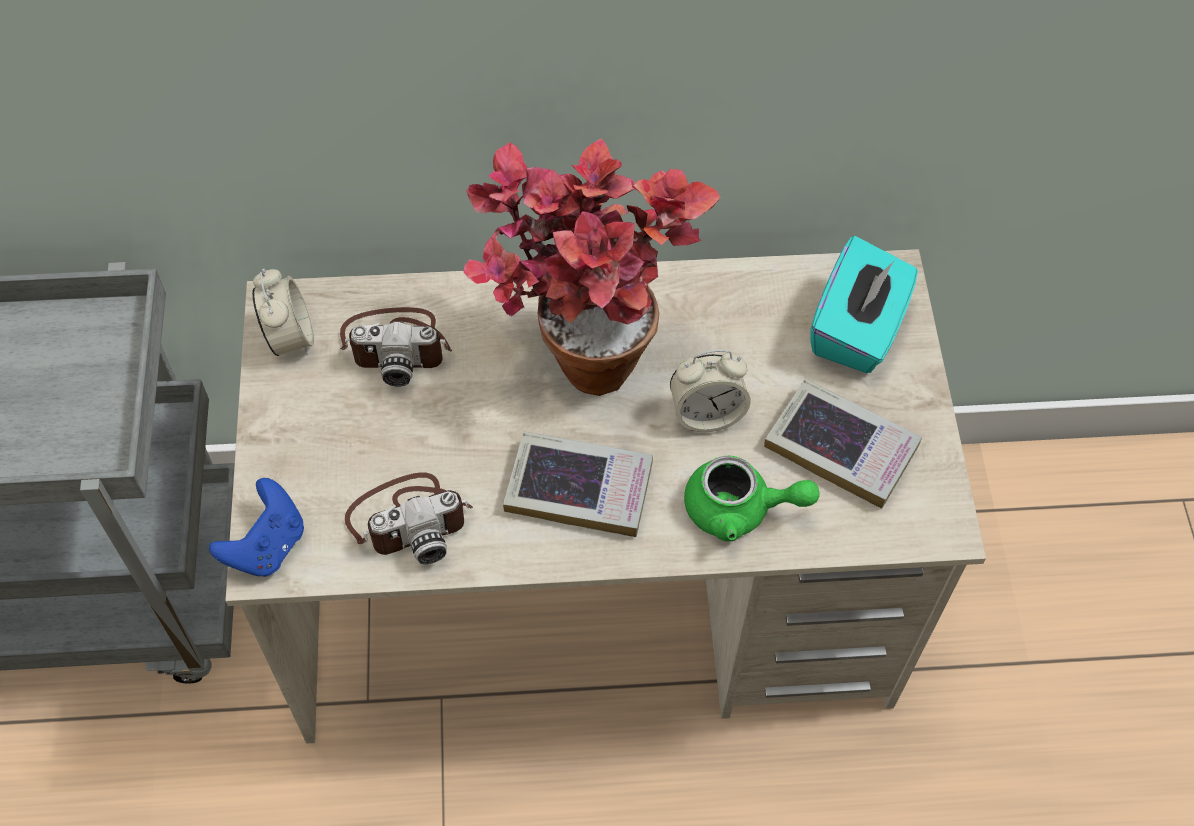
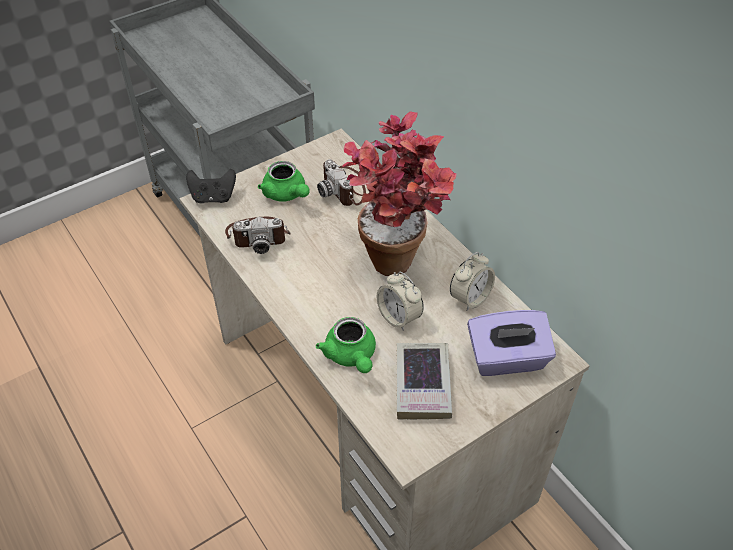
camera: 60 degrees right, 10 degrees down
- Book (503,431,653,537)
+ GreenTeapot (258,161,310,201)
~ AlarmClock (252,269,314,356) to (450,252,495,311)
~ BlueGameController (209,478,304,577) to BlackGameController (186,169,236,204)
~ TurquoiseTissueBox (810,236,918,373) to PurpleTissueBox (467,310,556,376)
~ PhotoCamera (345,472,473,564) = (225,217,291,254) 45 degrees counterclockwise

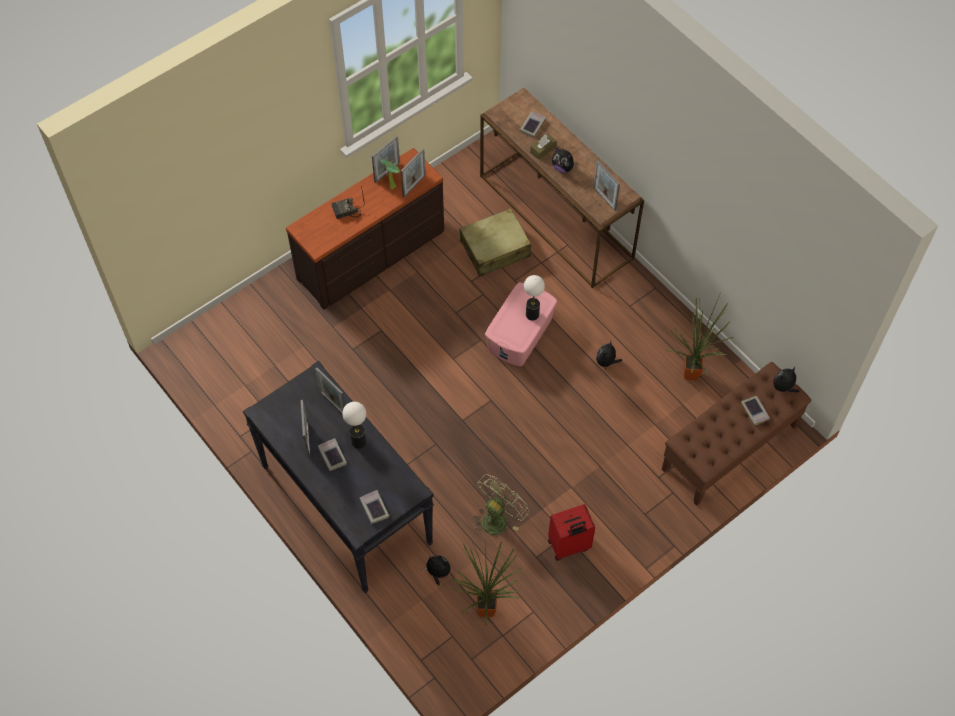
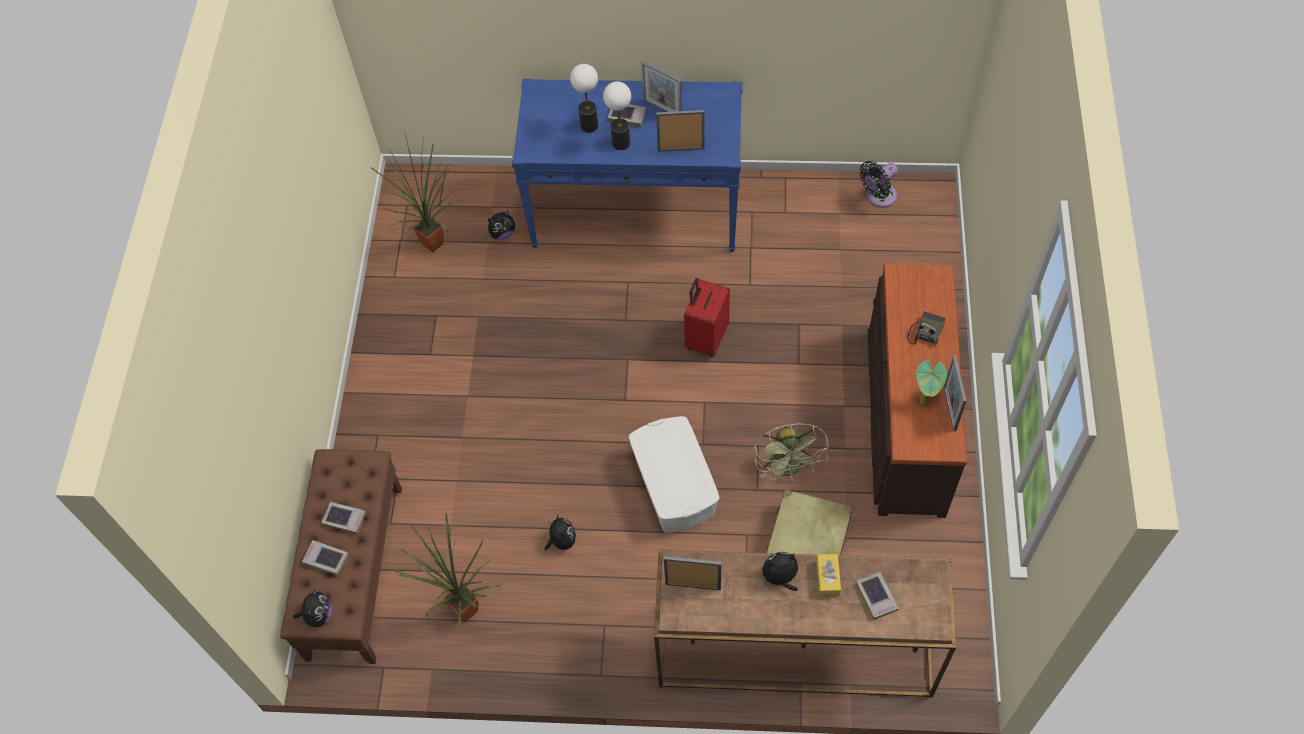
camera: 135 degrees right, 0 degrees up
- PictureFrame (401,148,426,197)
+ BlackFan (859,161,898,208)
~ Book (360,490,389,524) to (321,502,366,534)
~ GreenFan (474,474,529,535) to (753,423,829,480)
~ TableLamp (524,275,545,321) to (570,64,598,133)
~ RedSuitcase (548,504,595,561) to (684,278,730,357)
~ BlackConsoleTable (243,361,434,593) to BlueConsoleTable (512,79,743,252)
~ PinkStorageBox (485,282,557,366) to WhiteStorageBox (629,416,720,533)
~ BrownTissueBox (530,134,557,160) to YellowTissueBox (816,554,841,597)

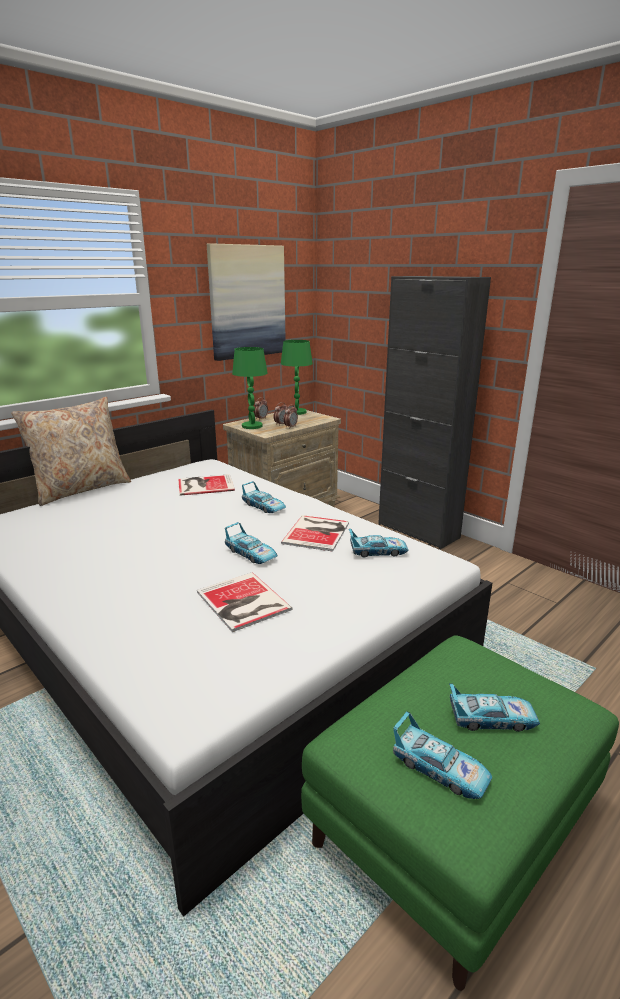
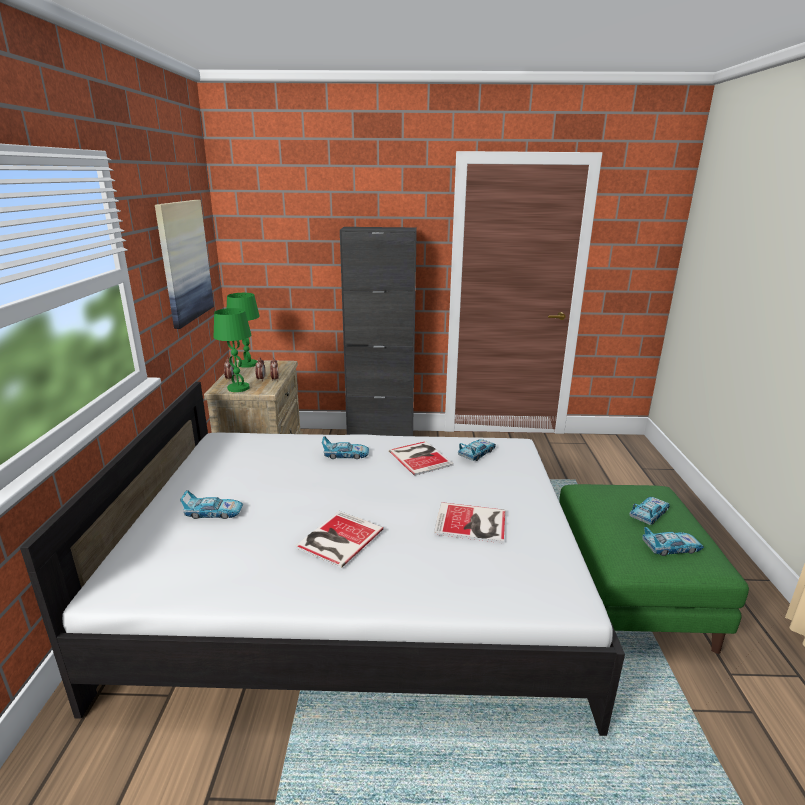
camera: 45 degrees left, 0 degrees up
- BeigePillow (11,397,131,506)
~ Book (178,474,235,496) to (295,511,383,568)
~ ToyCar (225,522,278,564) to (180,490,243,519)

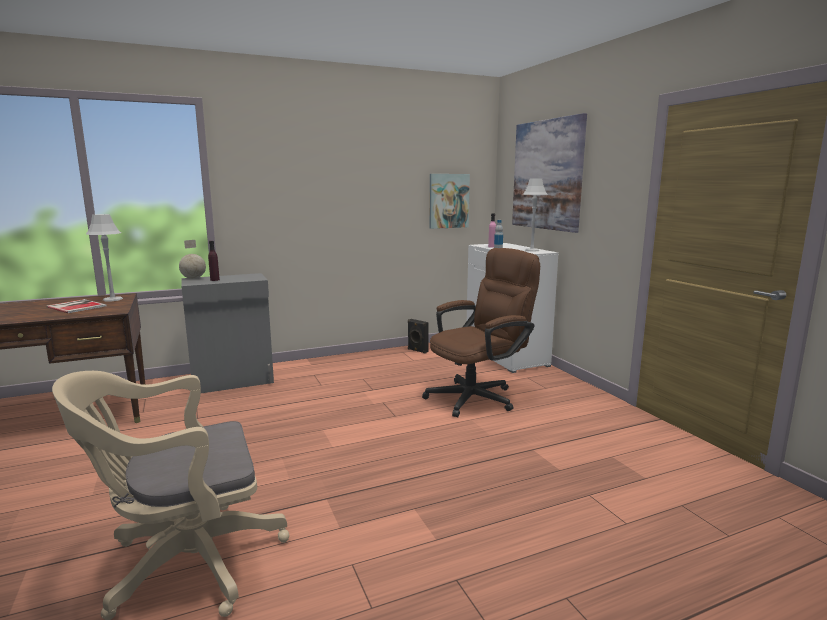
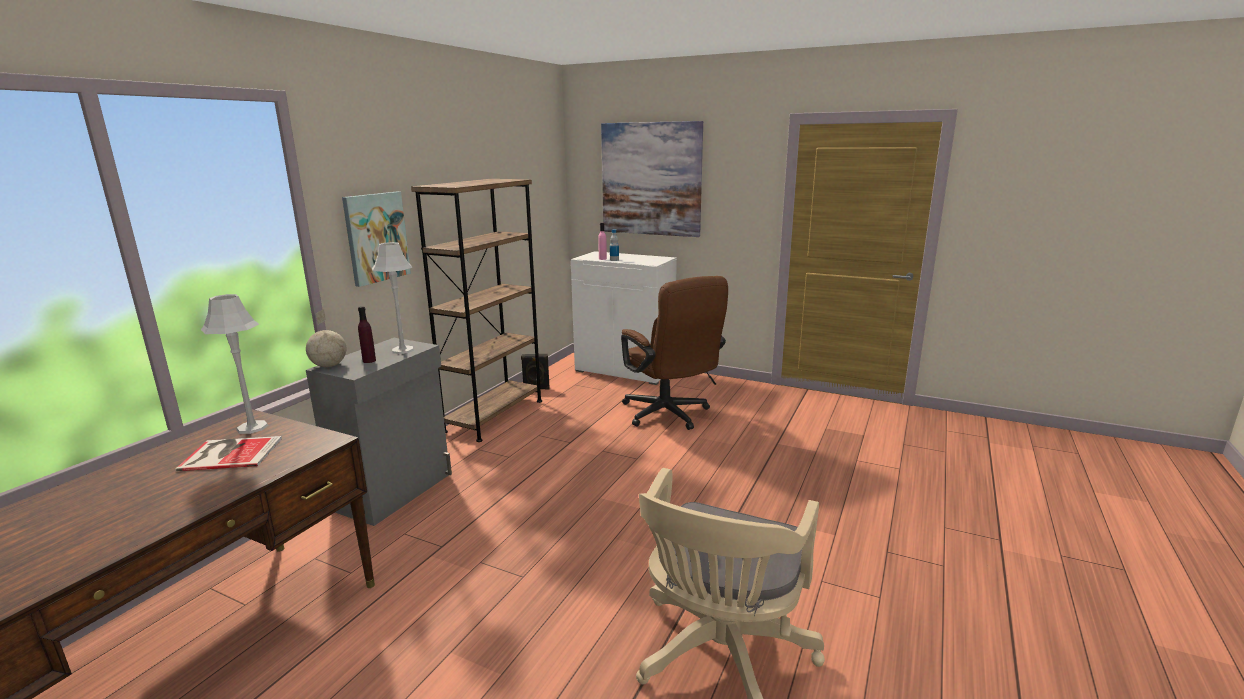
camera: 40 degrees left, 5 degrees up
+ BrownBookcase (411,179,542,442)
~ Picture (429,174,470,229) to (342,192,411,287)
~ GreyTableLamp (523,179,548,252) to (372,242,414,354)
~ BrownOfficeChair (422,248,540,417) = (621,276,728,430) 135 degrees clockwise

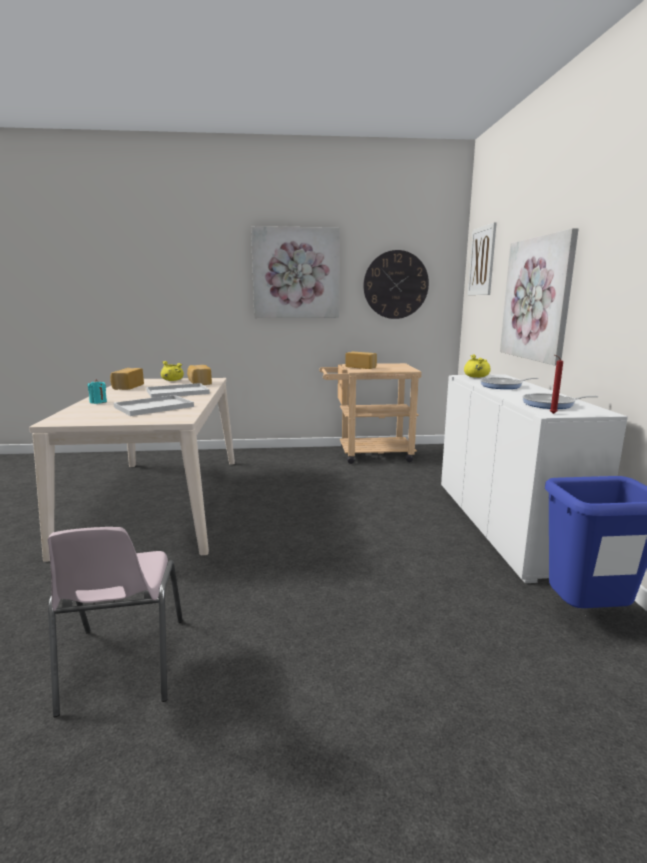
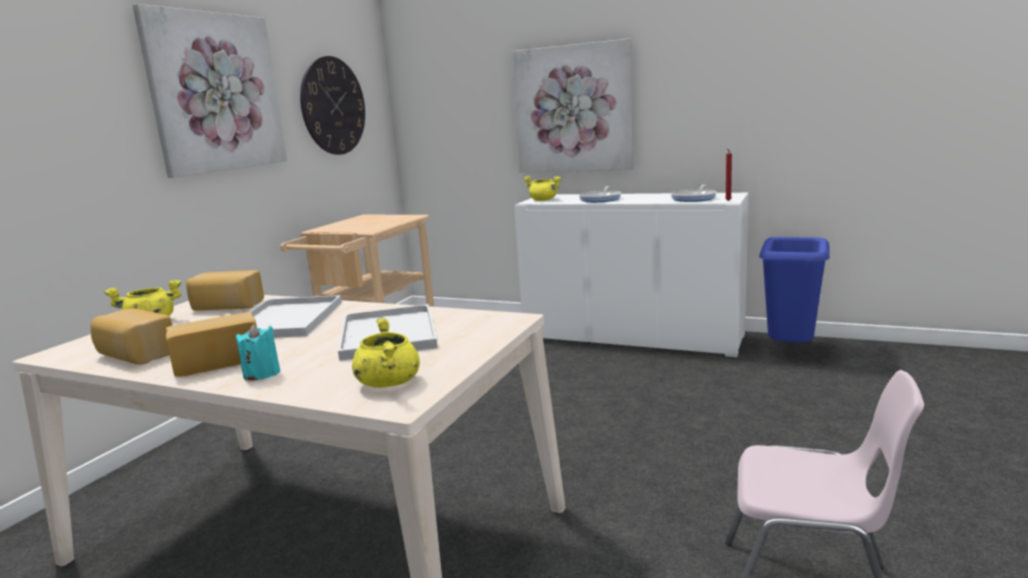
camera: 60 degrees left, 0 degrees up
- Picture (467,222,497,295)
+ YellowCookingPot (352,318,420,388)
~ Bread (345,352,377,369) to (166,312,257,377)

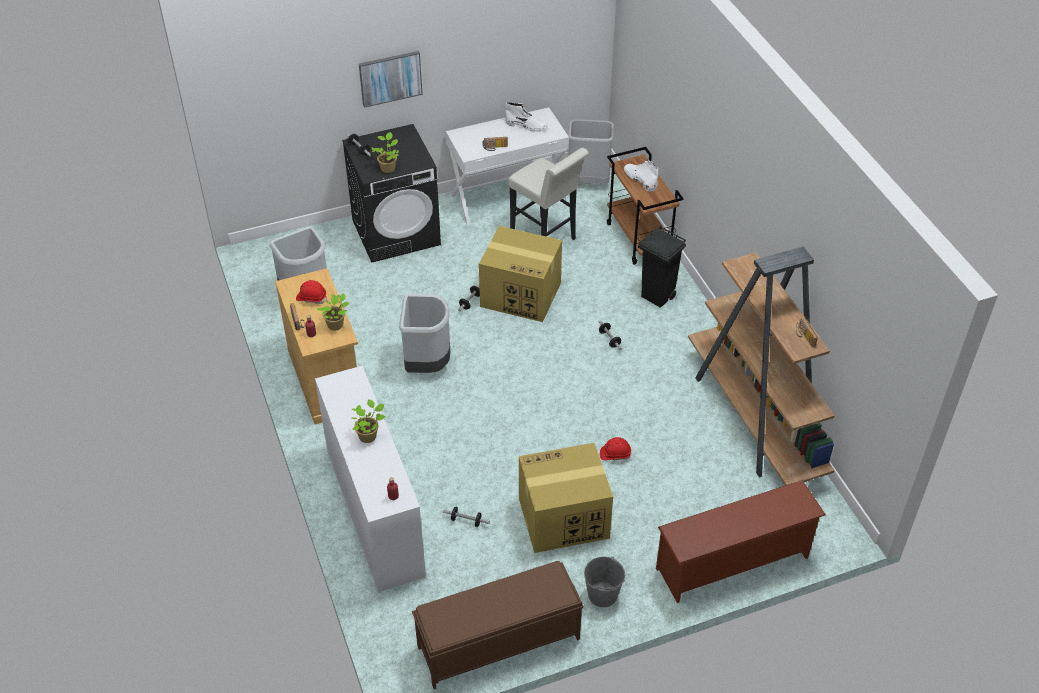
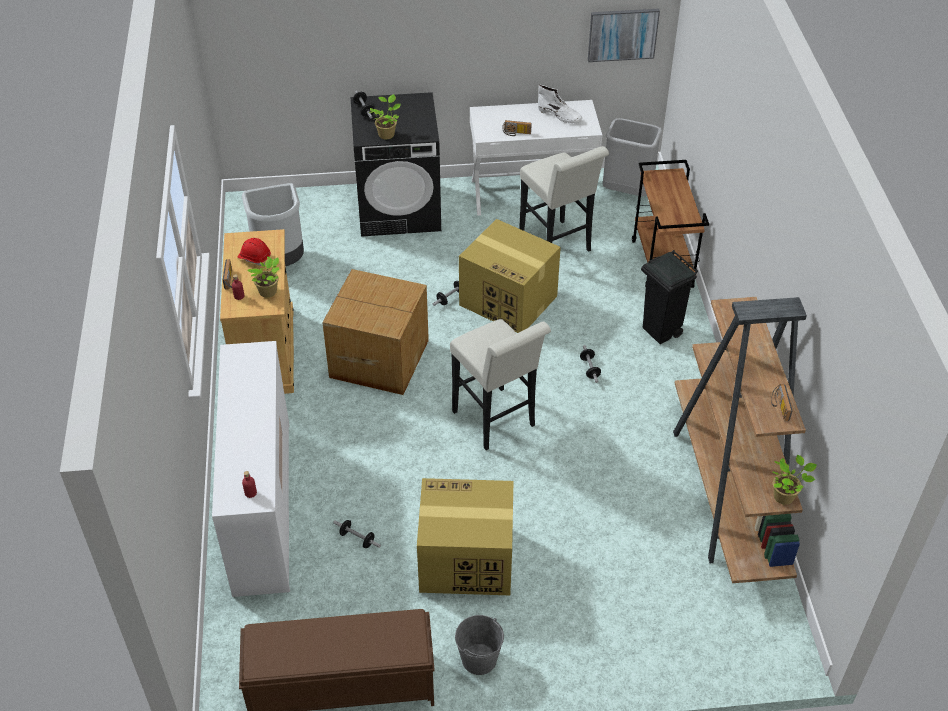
camera: 15 degrees right, 0 degrees up
- RedHardHat (600,437,631,460)
- WhiteBoot (624,160,659,192)
- BrownShoeRack (656,480,826,603)
+ WhiteStool (450,319,551,450)
~ PottedPlant (351,399,385,443) to (772,455,817,505)
~ Picture (359,51,423,108) to (588,9,660,62)
~ GreyTrashCan (399,294,450,373) to CardboardBox (322,269,429,395)

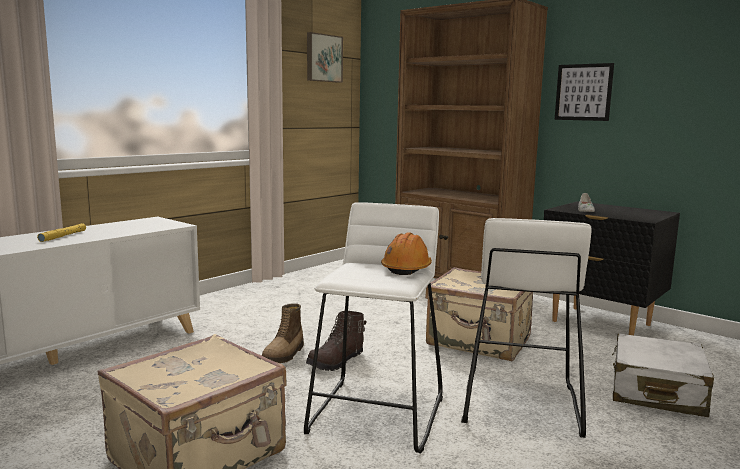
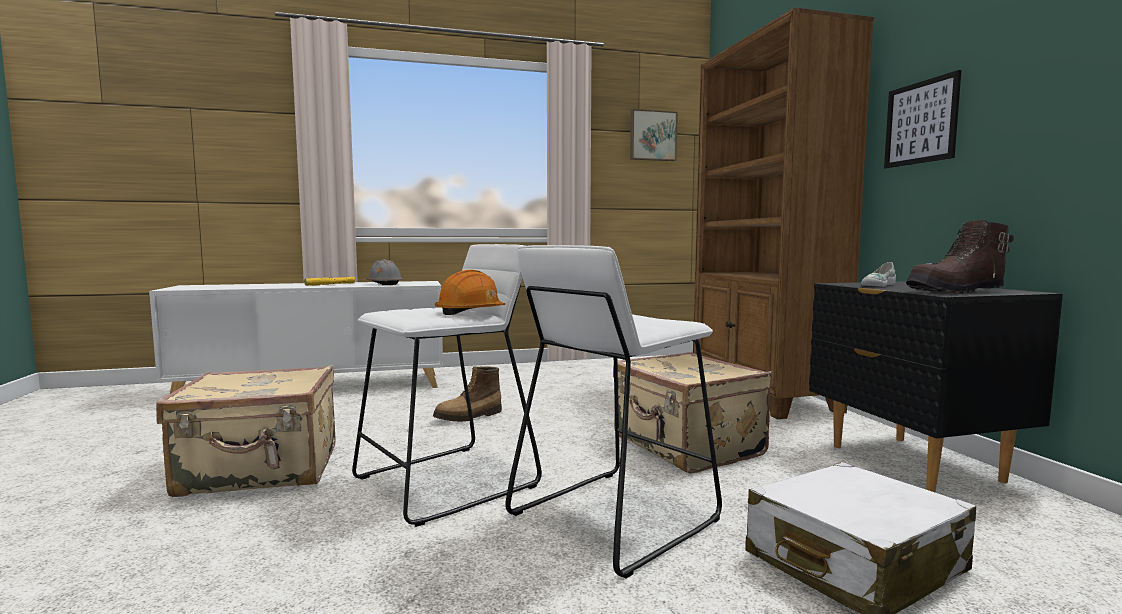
camera: 35 degrees right, 5 degrees down
+ GreyHardHat (366,259,403,285)
~ BrownBoot (306,311,367,371) to (906,219,1014,294)

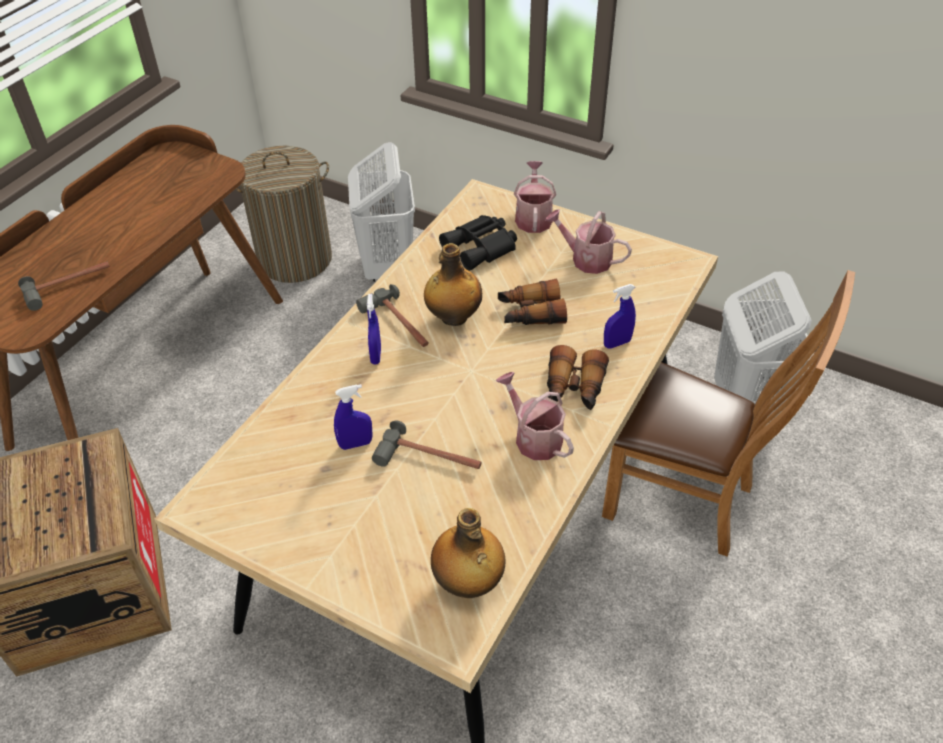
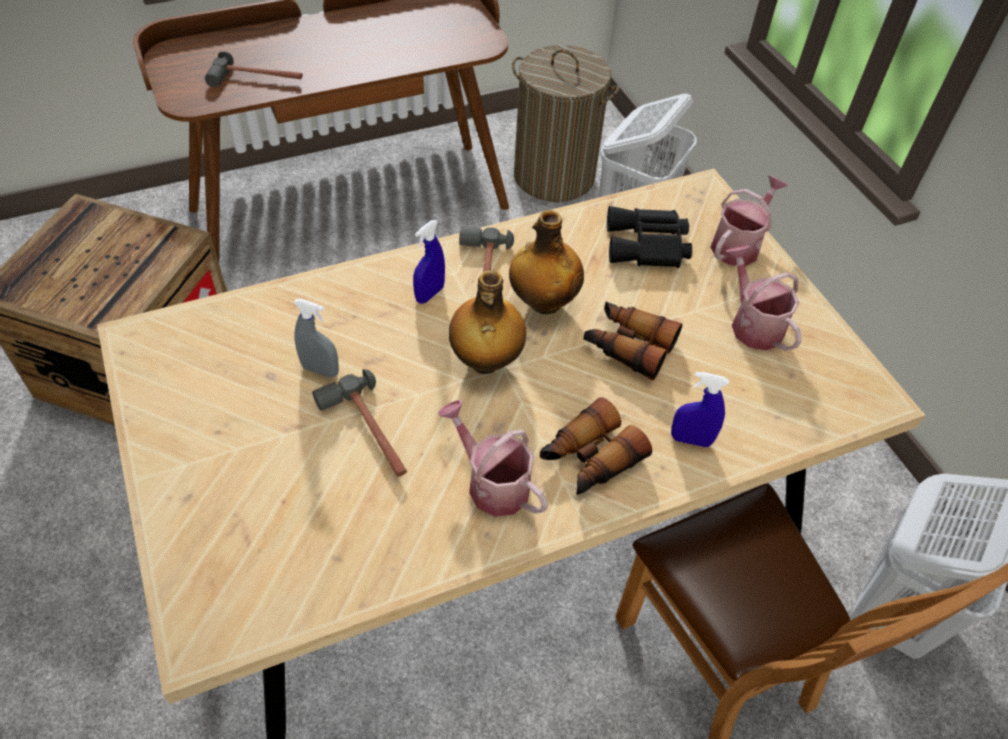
camera: 35 degrees right, 5 degrees up
~ Bottle (431,508,506,598) to (449,270,526,374)
~ BlueSprayBottle (334,384,373,450) to GreySprayBottle (294,299,339,378)
~ WateringCan (495,372,574,460) = (438,400,548,517) 45 degrees counterclockwise

